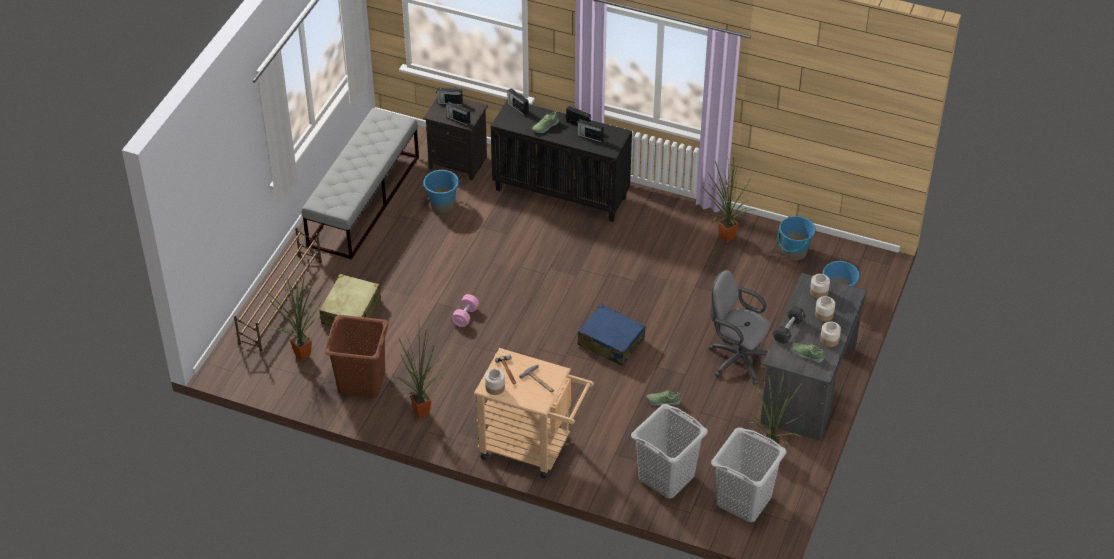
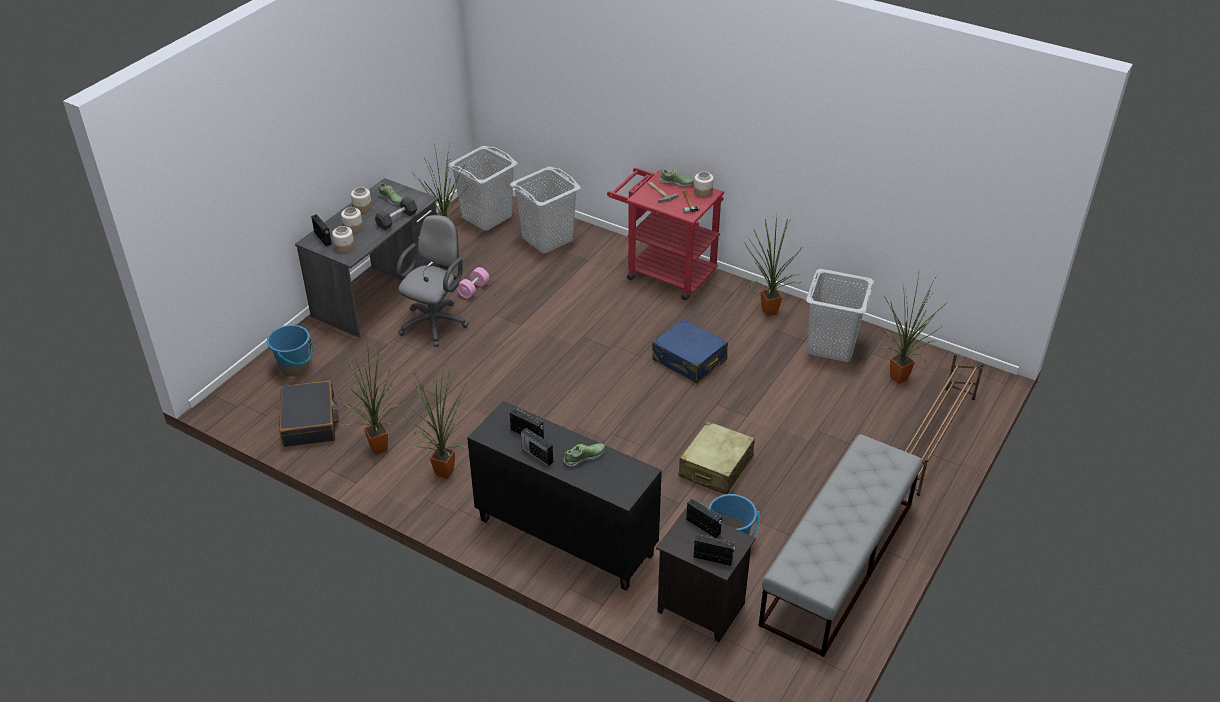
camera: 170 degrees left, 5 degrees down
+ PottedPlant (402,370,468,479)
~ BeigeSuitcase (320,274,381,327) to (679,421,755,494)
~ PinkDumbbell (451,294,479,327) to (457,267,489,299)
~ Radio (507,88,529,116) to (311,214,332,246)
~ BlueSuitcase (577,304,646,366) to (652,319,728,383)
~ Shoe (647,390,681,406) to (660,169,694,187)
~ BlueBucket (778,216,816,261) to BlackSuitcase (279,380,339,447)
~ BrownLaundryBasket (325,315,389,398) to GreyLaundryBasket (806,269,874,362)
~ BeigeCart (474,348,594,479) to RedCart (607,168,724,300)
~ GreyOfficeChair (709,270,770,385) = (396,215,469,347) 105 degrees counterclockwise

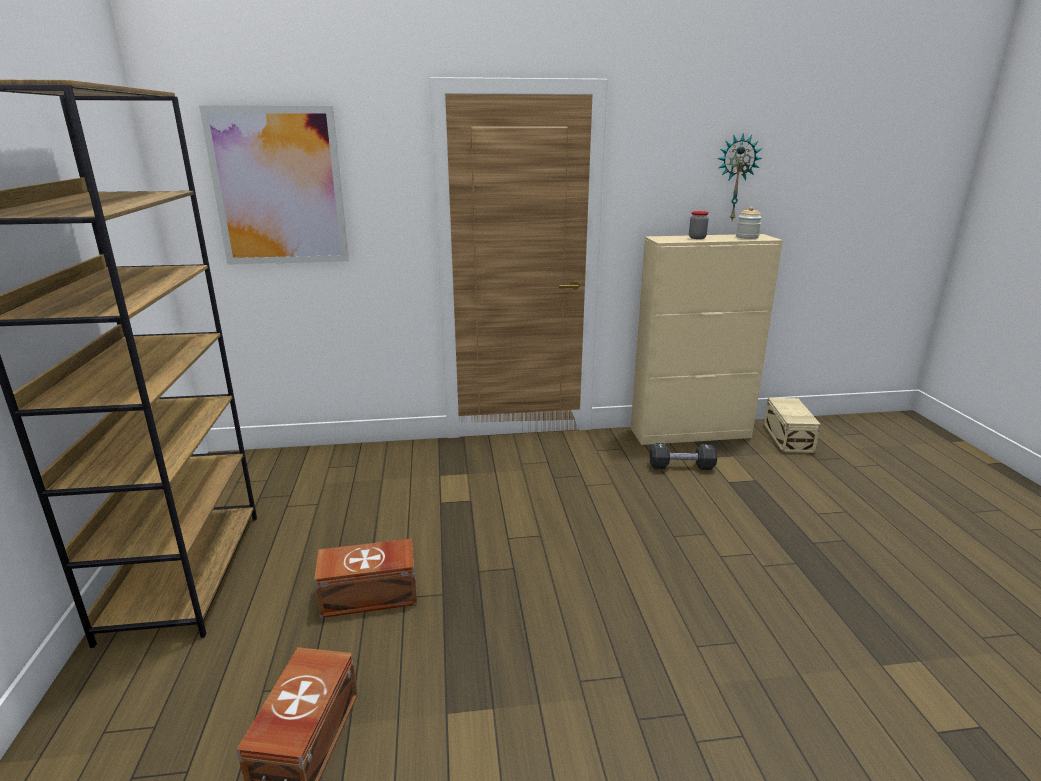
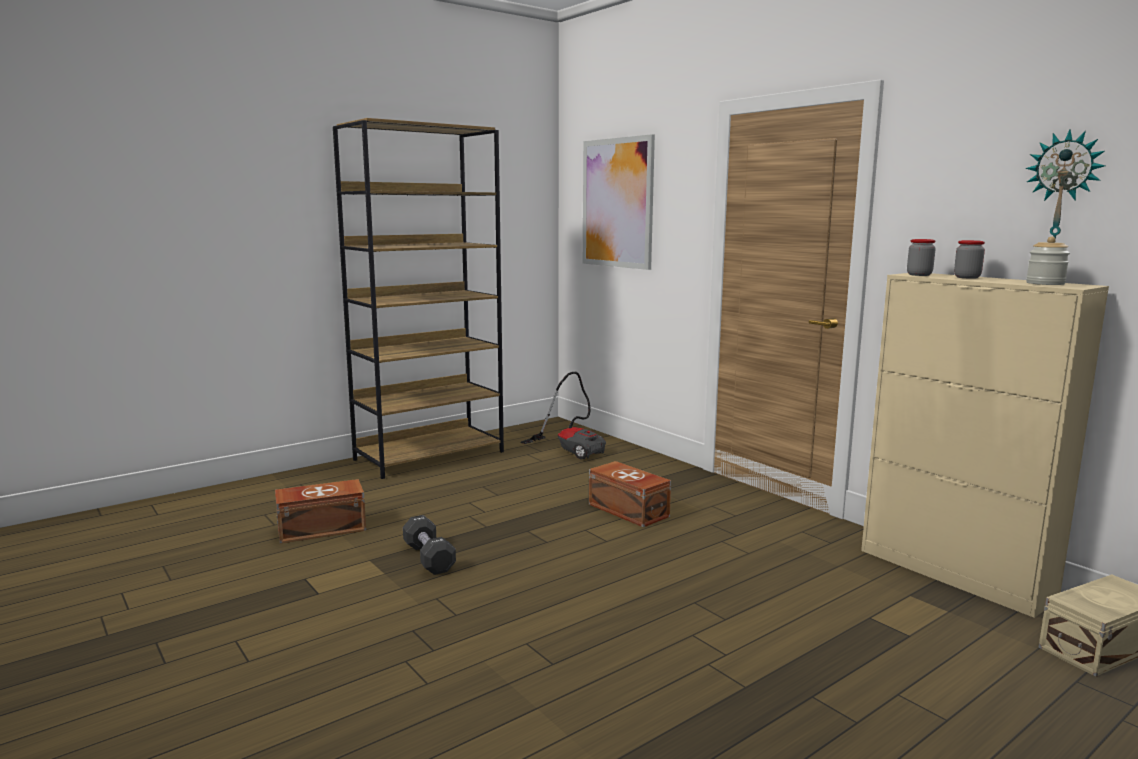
camera: 60 degrees right, 10 degrees down
+ VacuumCleaner (521,372,606,460)
+ Jar (907,239,936,276)
~ BrownStorageBox (314,539,417,618) to (589,461,671,527)
~ BlackDumbbell (649,443,717,470) to (403,515,456,575)

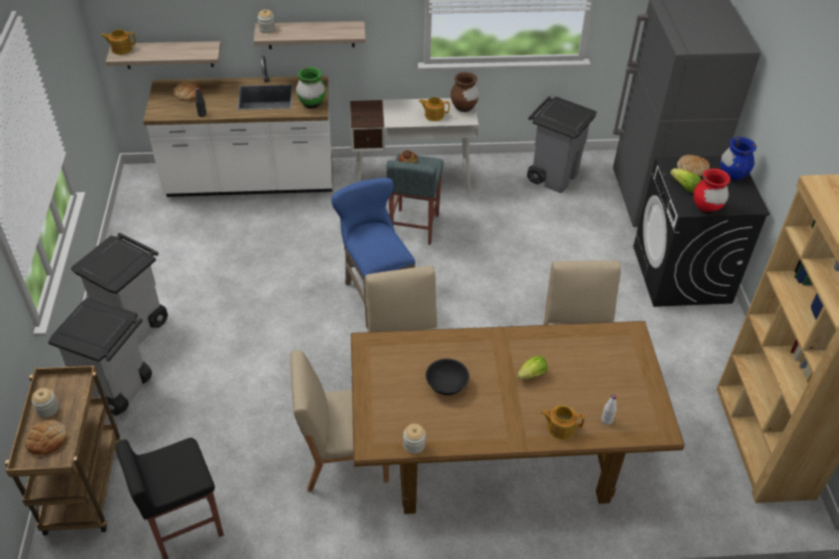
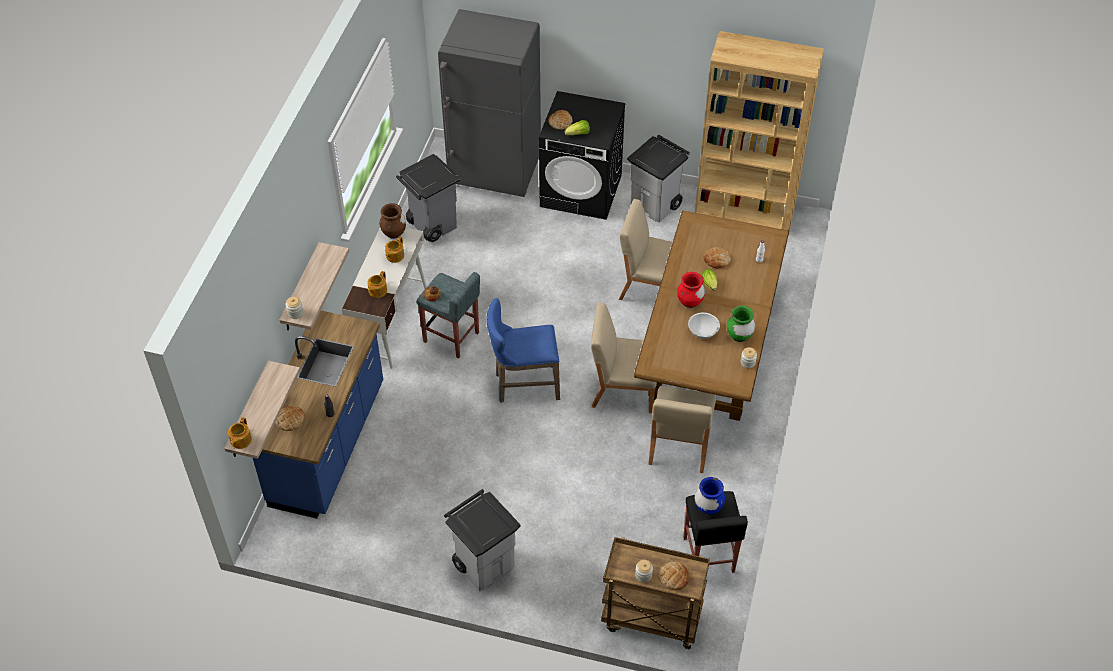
camera: 70 degrees left, 5 degrees up
+ Bread (703,247,731,268)
~ GreyTrashCan (48,297,152,415) to (627,135,690,223)
~ GreenVase (296,67,326,109) to (727,305,755,342)
~ Teapot (541,405,584,439) to (367,271,387,298)
~ RedVase (694,168,730,214) to (677,272,705,308)
~ BlueVase (720,137,756,181) to (695,477,725,515)
~ WhiteCounter (143,55,332,197) to BlueCounter (253,311,383,519)
~ BlackBowl (426,359,469,395) to WhiteBowl (688,313,720,339)

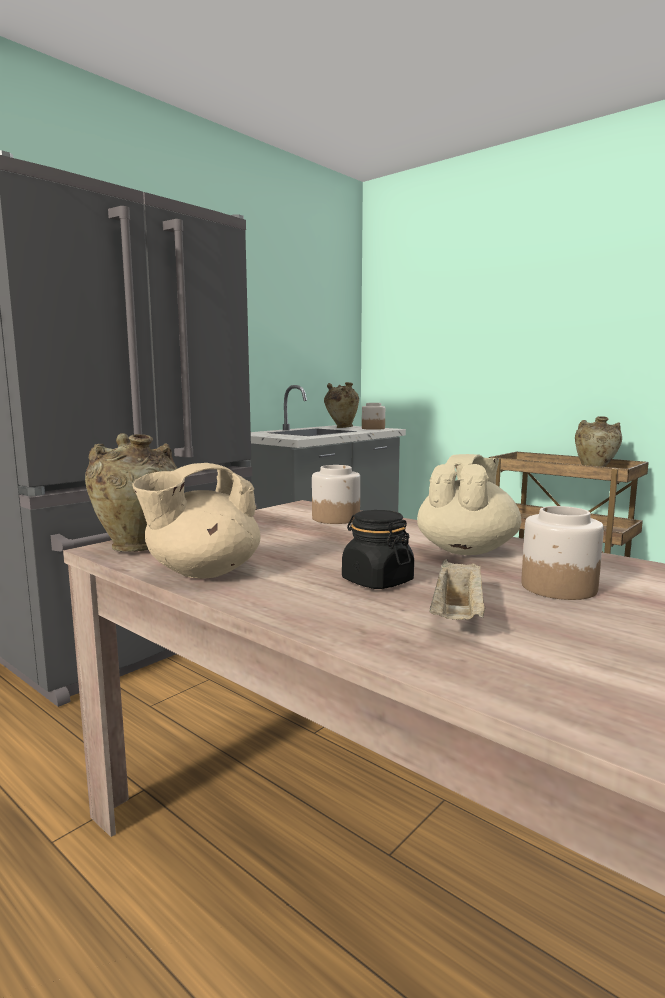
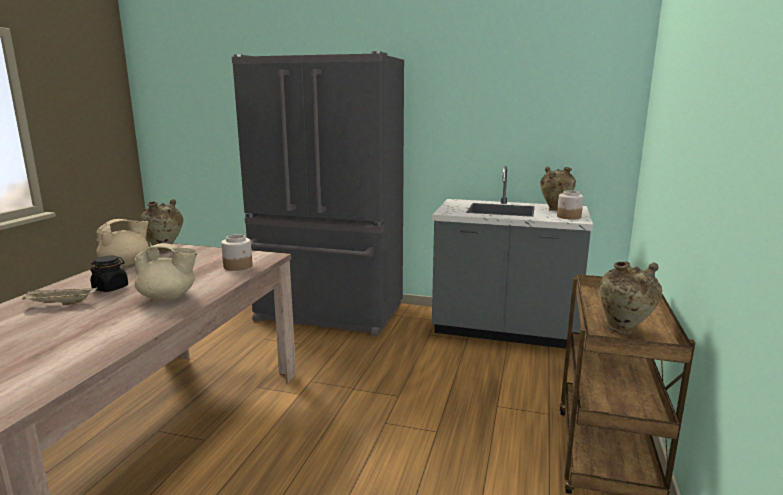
camera: 65 degrees right, 5 degrees up
- Jar (521,506,604,600)
~ BeigeTeapot (132,463,261,579) = (96,219,149,266) 105 degrees clockwise

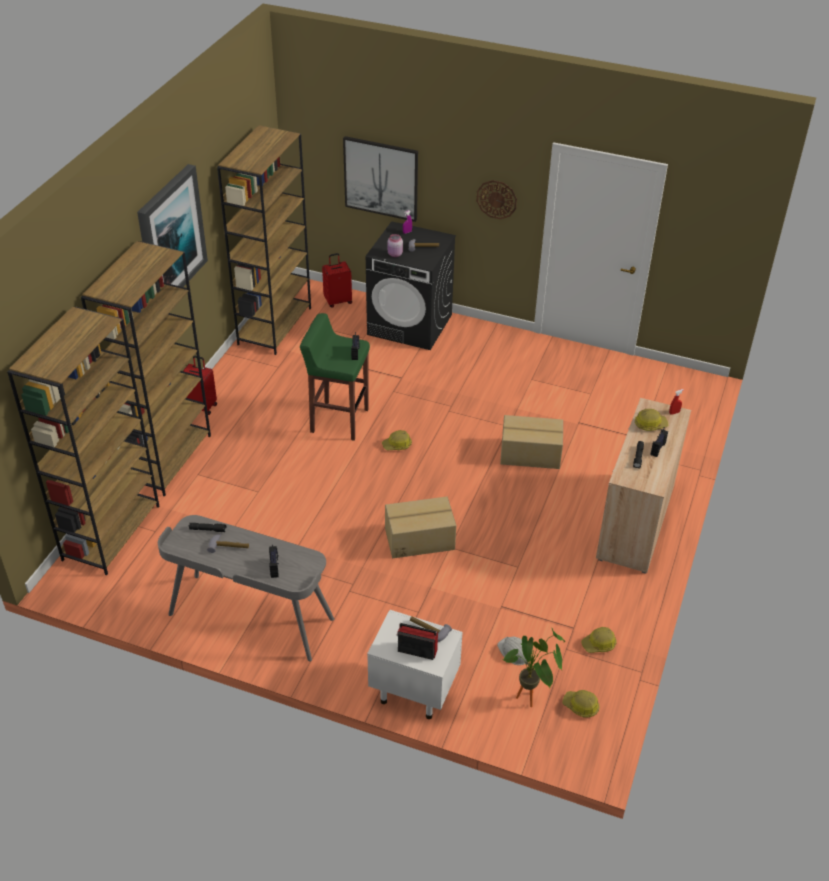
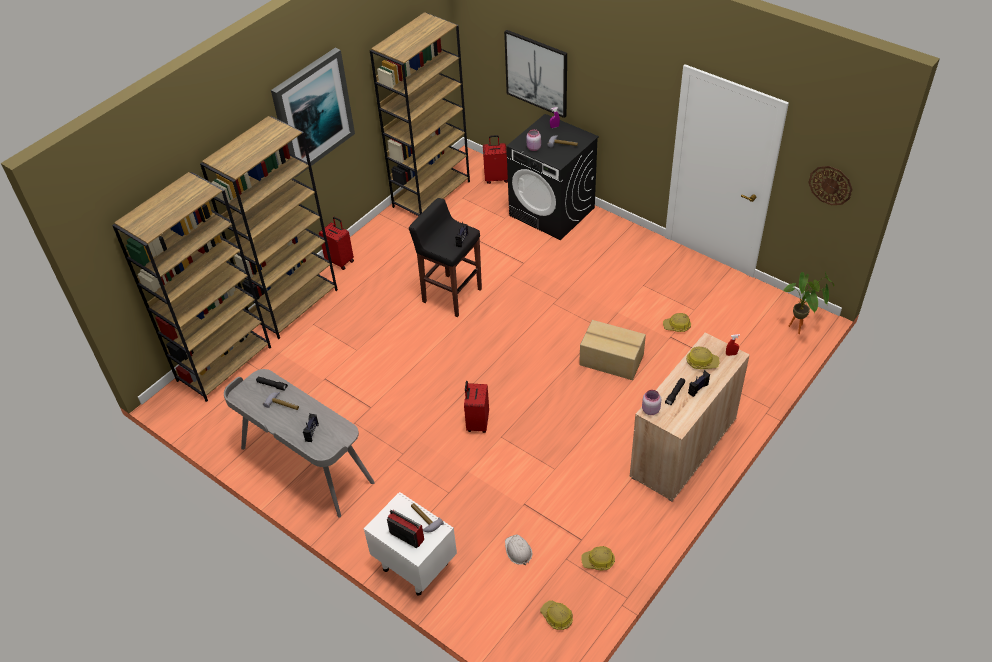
camera: 20 degrees right, 5 degrees up
+ PinkJar (642,390,661,415)
~ HardHat (382,430,412,450) to (663,313,691,332)
~ WallClock (476,180,517,219) to (808,166,853,205)
~ PottedPlant (503,627,566,707) to (783,272,834,334)
~ CardboardBox (385,497,456,558) to RedSuitcase (464,381,489,433)
~ GreenStool (300,313,370,441) to BlackStool (409,198,482,317)

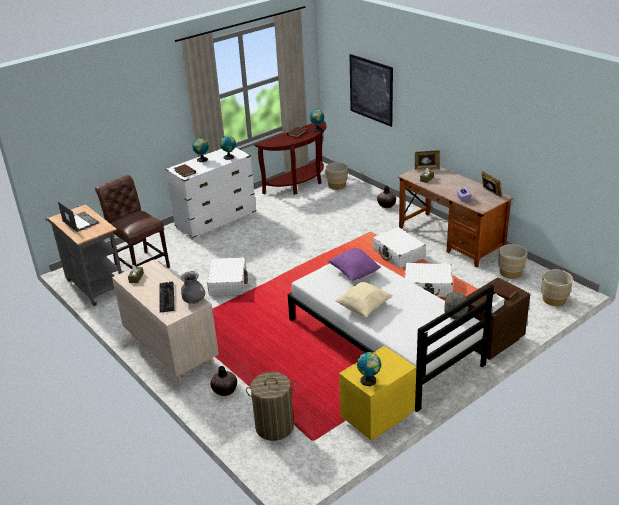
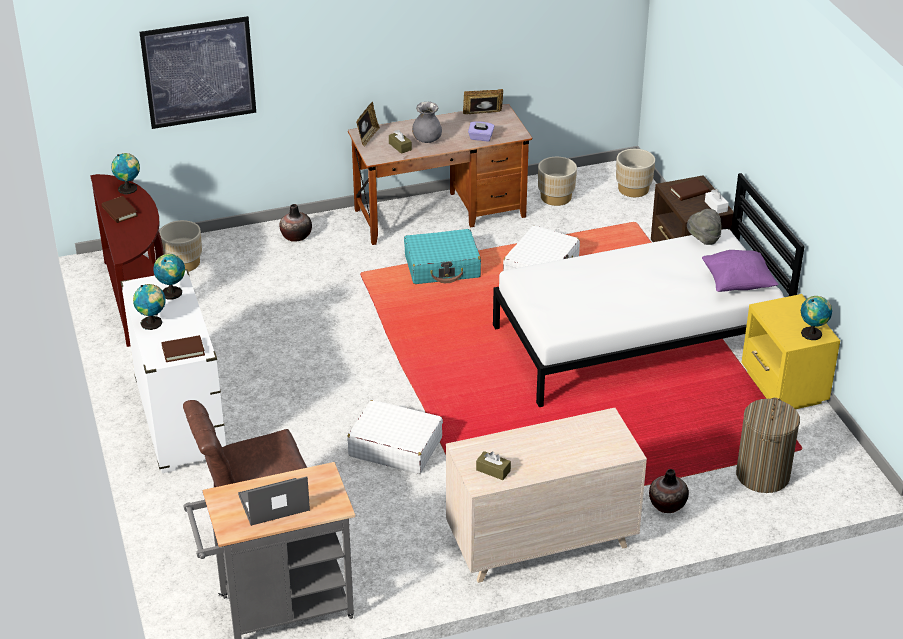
camera: 70 degrees left, 5 degrees up
- Keyboard (160,281,174,313)
- BeigePillow (335,282,393,317)
~ GreyVase (180,271,205,304) to (412,102,442,143)
~ PurplePillow (327,248,381,281) to (702,250,779,292)
~ WhiteSuitcase (373,227,426,268) to TurquoiseSuitcase (404,229,481,284)

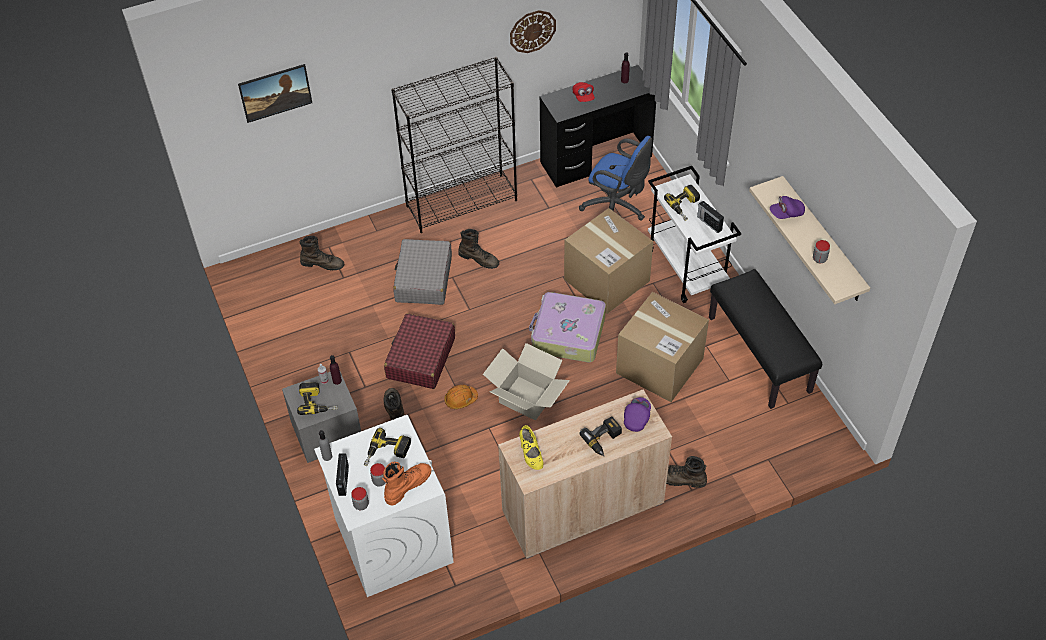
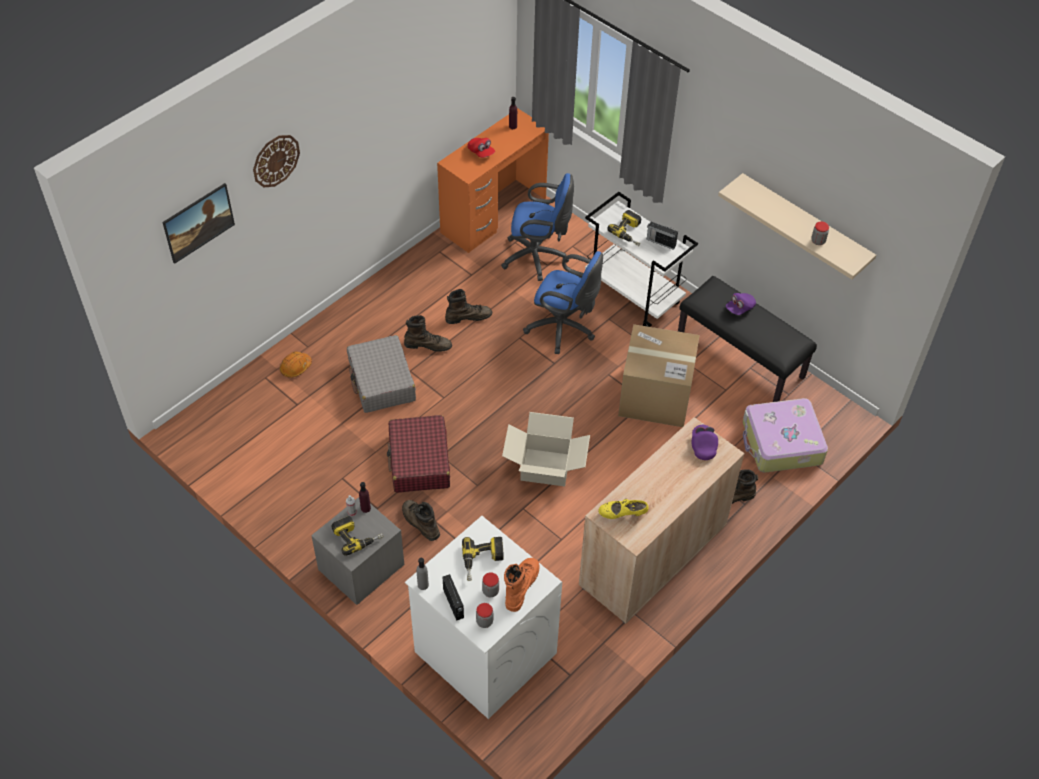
camera: 25 degrees left, 0 degrees up
- BlackBookcase (391,57,517,233)
- PowerDrill (579,416,622,456)
~ BrownBoot (299,236,344,270) to (445,289,492,324)
~ OrangeHardHat (444,385,478,409) to (280,351,312,378)
~ WallClock (510,10,556,53) to (253,135,300,187)
~ Suitcase (529,292,606,362) to (743,398,828,473)
~ PurpleCap (770,196,805,219) to (726,293,756,315)
~ CardboardBox (564,208,653,314) to BlueOfficeChair (523,251,603,354)
~ BlackDesk (540,65,656,188) to OrangeDesk (437,108,549,253)
~ YellowShoe (519,425,543,470) = (599,499,649,519) 135 degrees clockwise

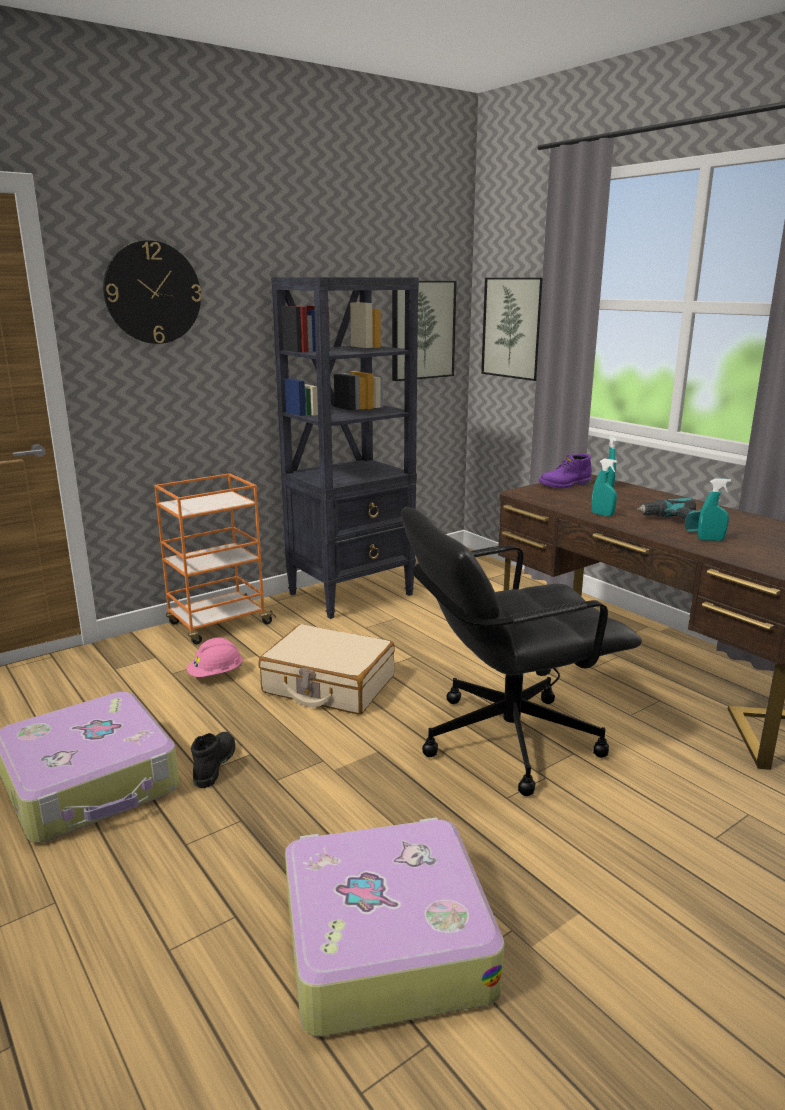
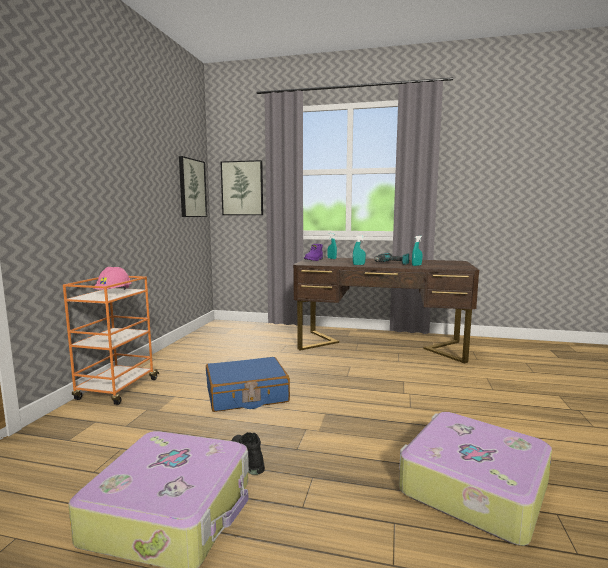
camera: 40 degrees left, 10 degrees down
- WallClock (103,240,202,344)
- BlackBookcase (271,277,419,619)
- BlackOfficeChair (401,507,642,796)
~ PinkHardHat (187,637,243,677) to (94,267,131,290)
~ BeigeSuitcase (259,624,395,715) to BlueSuitcase (206,357,290,412)

